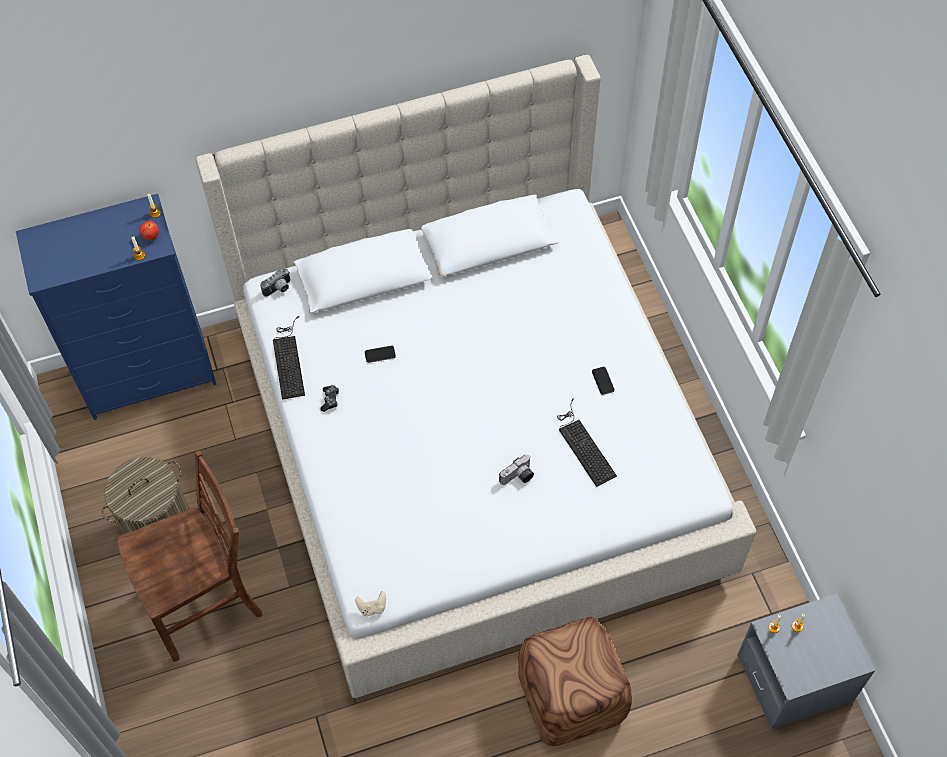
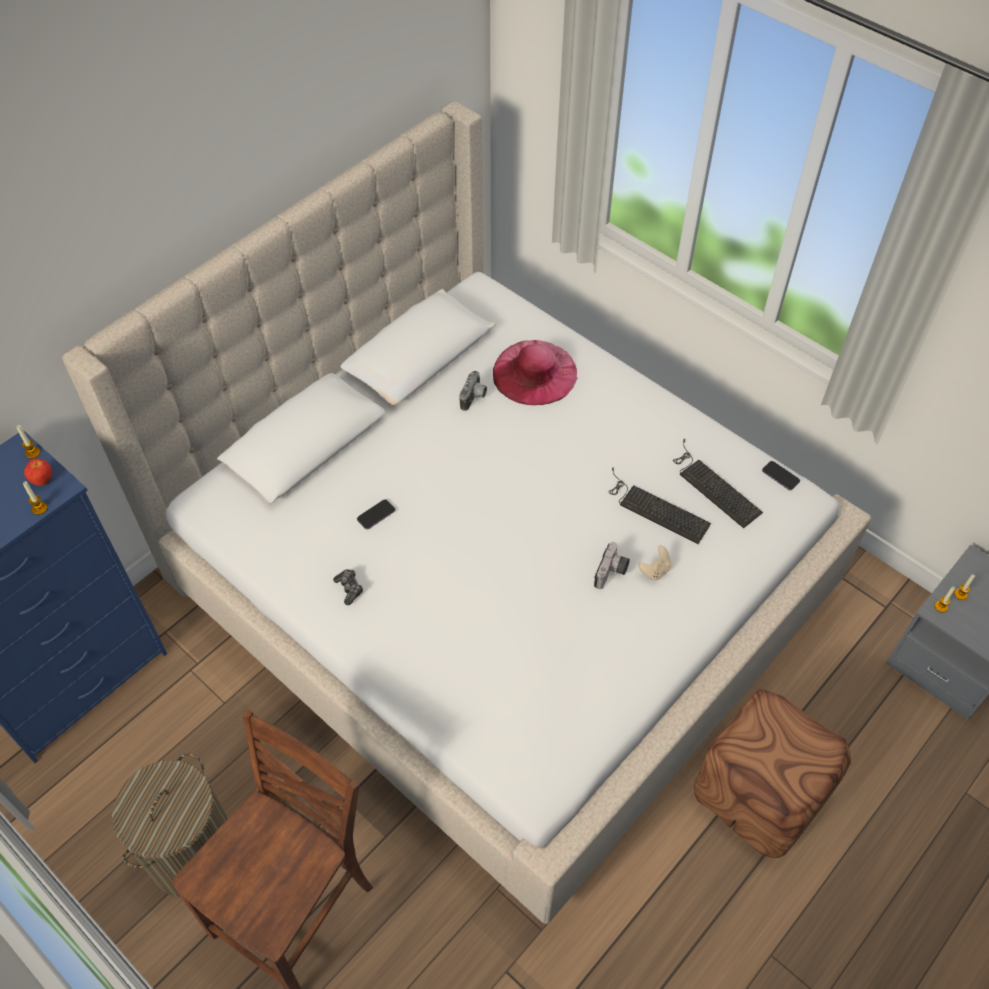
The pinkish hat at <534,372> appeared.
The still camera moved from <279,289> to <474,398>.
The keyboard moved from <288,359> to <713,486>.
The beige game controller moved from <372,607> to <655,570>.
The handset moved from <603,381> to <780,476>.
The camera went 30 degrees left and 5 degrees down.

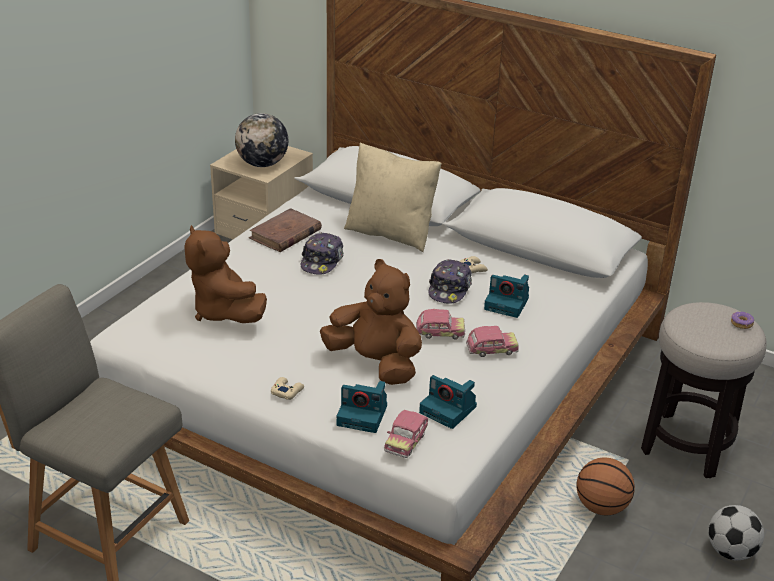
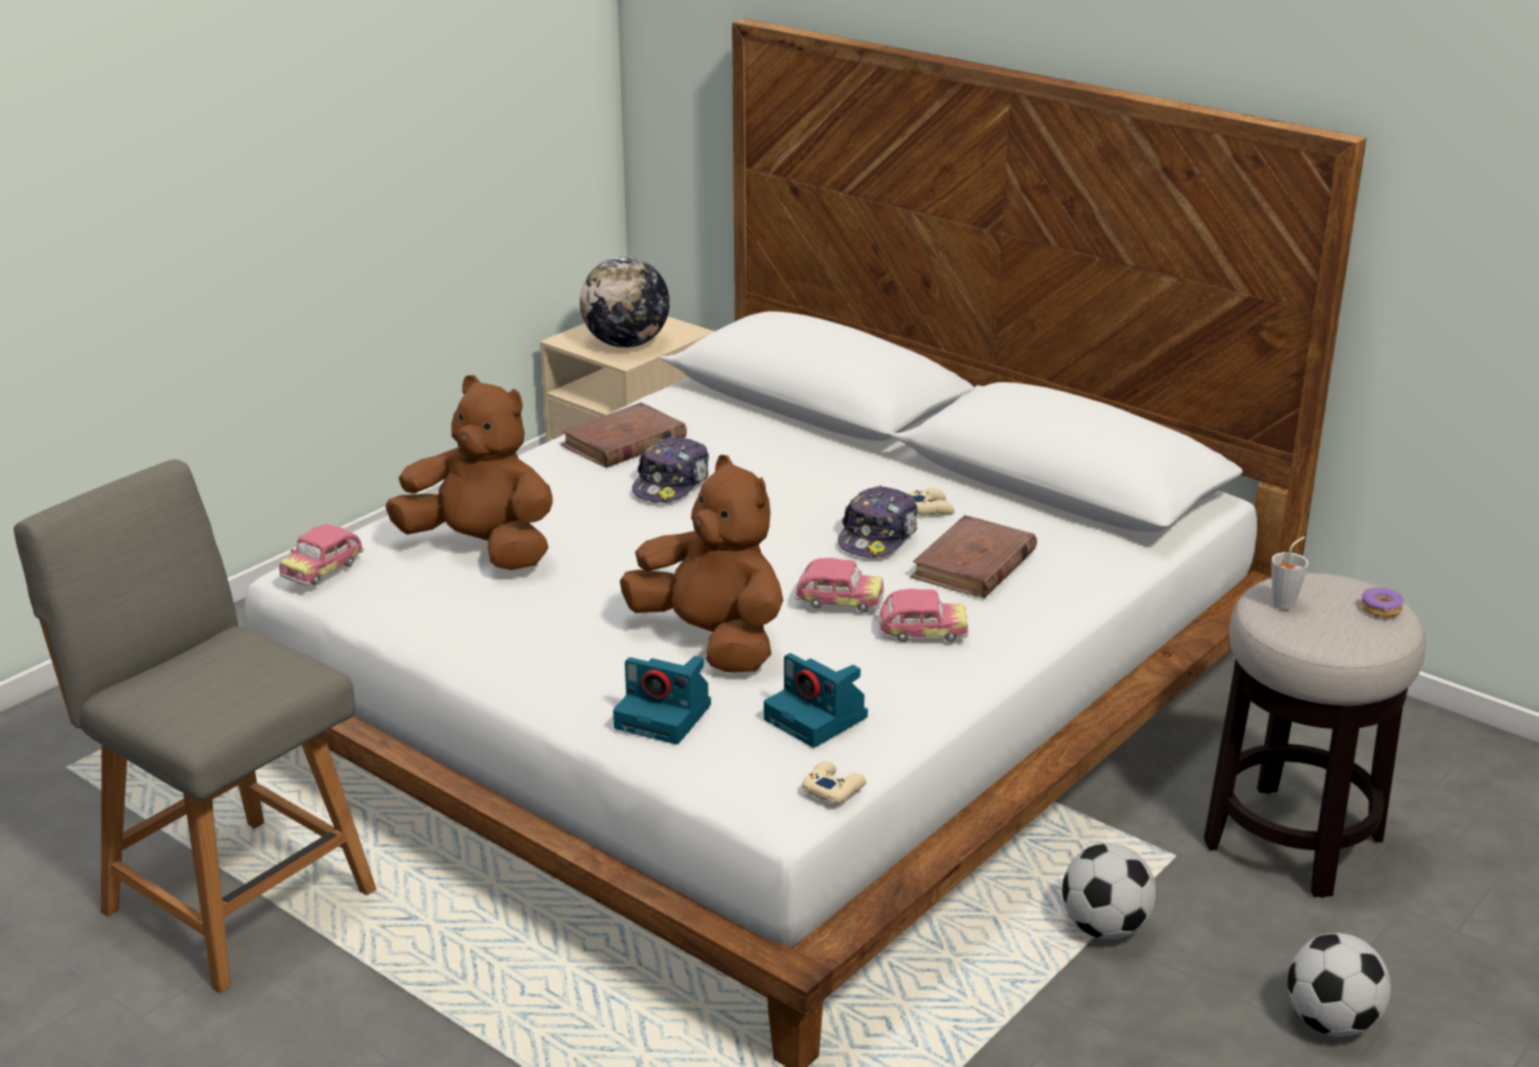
The beige pillow at <391,233> disappeared.
The gray drinking cup at <1286,602> appeared.
The beige game controller moved from <287,391> to <833,789>.
The toy car moved from <406,441> to <323,569>.
The still camera at <507,304> was replaced by the brown-coloured volume at <974,564>.
The ball for basketball at <601,507> was replaced by the ball for football at <1105,928>.
The brown-coloured soft toy at <224,312> turned 135 degrees clockwise.
The camera went 10 degrees right and 5 degrees down.

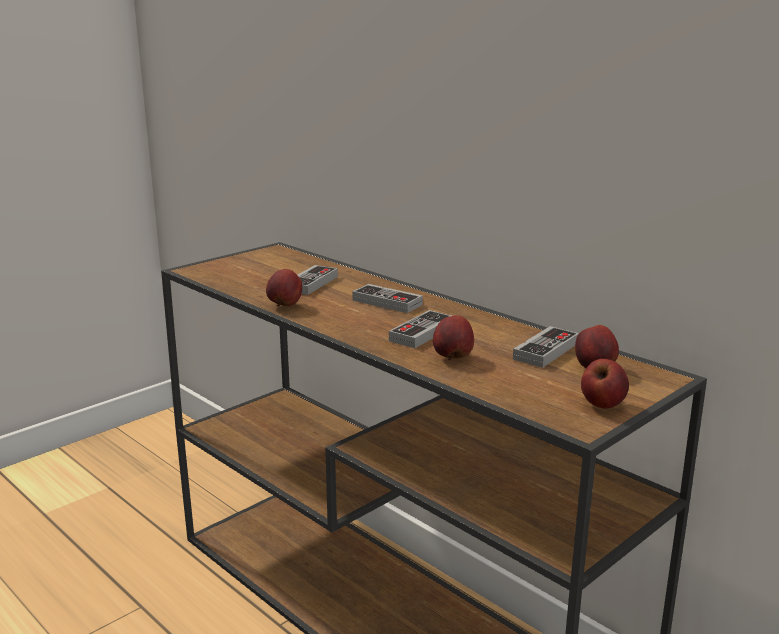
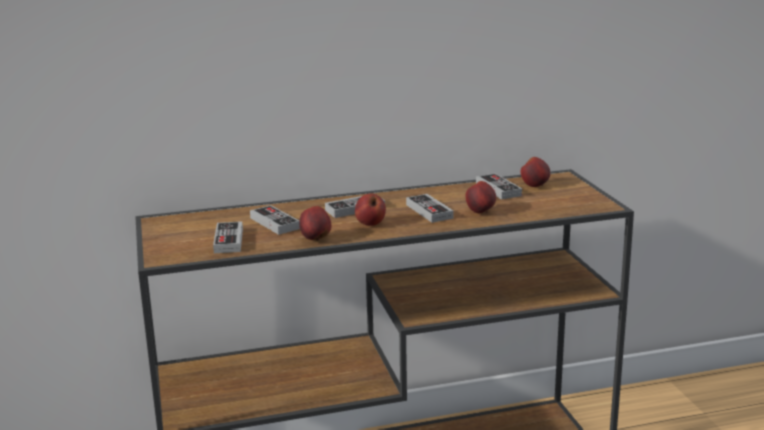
The game controller at <228,241> appeared.
The apple moved from <602,405> to <370,224>.
The camera went 60 degrees left and 0 degrees up.

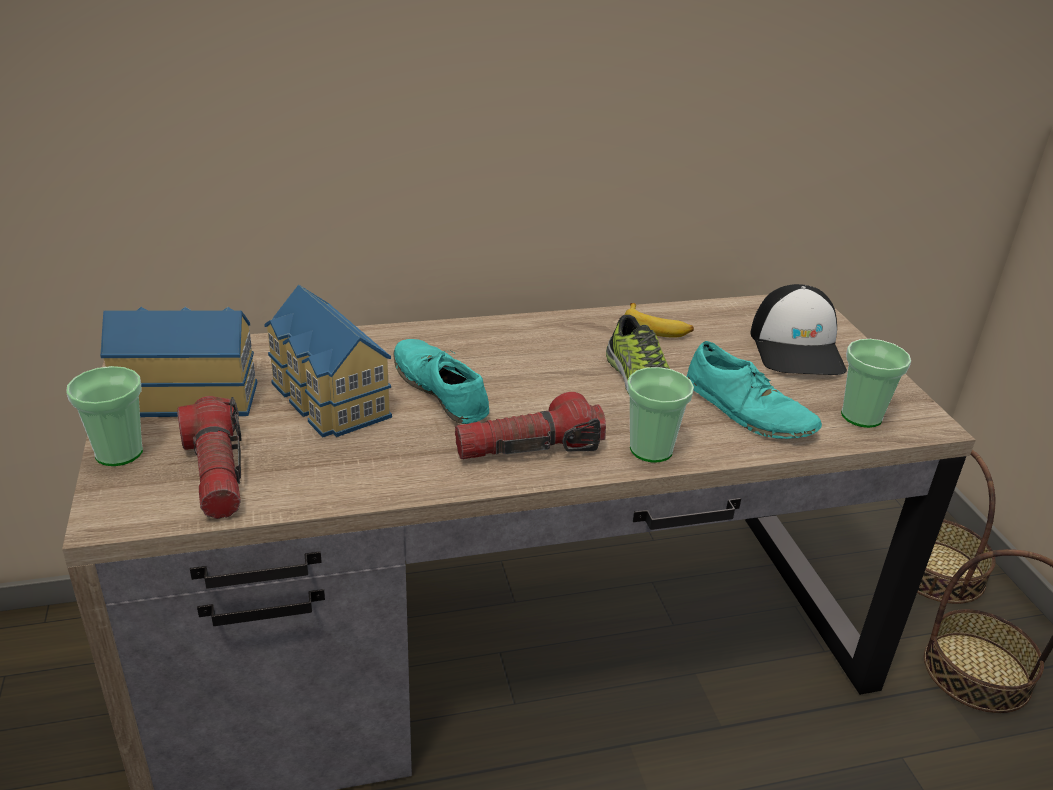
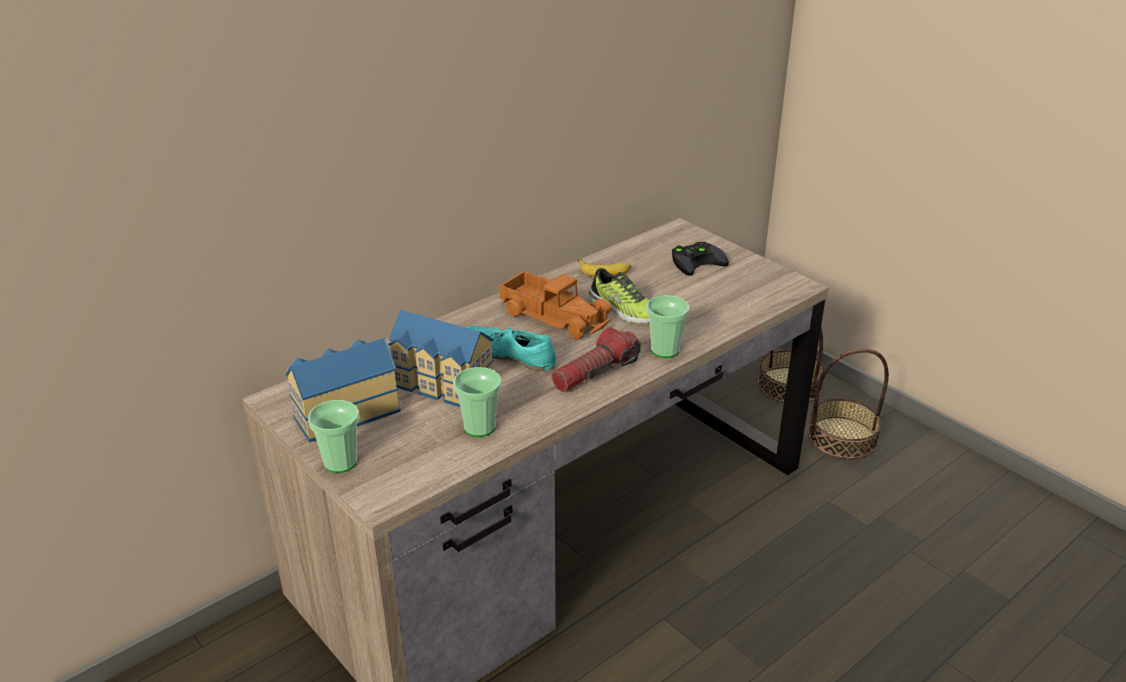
The hand torch at <216,472> disappeared.
The turquoise-coloured item of footwear at <748,410> disappeared.
The model truck at <555,315> appeared.
The drinking cup moved from <861,416> to <479,427>.
The peaked cap at <797,348> was replaced by the black-coloured game controller at <697,261>.
The camera went 25 degrees left and 0 degrees up.

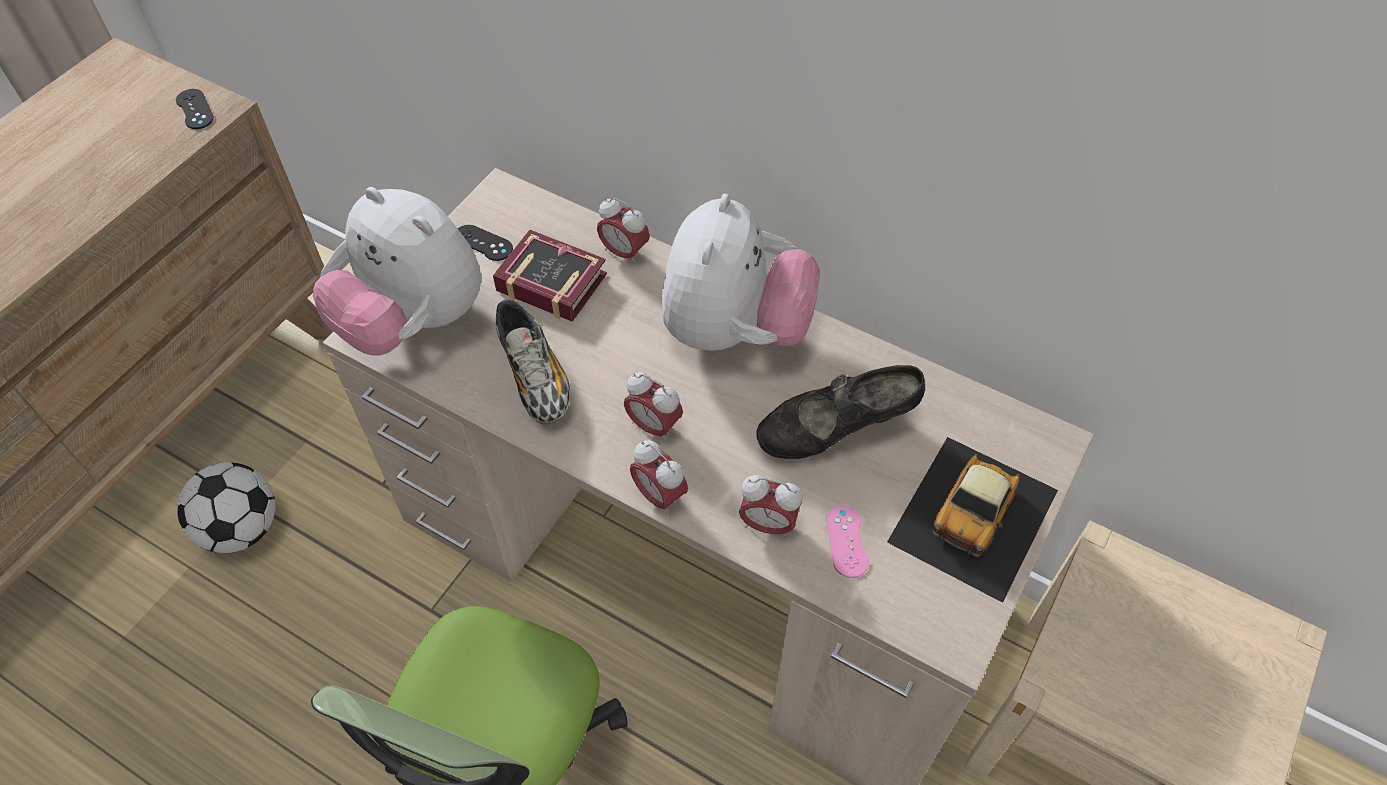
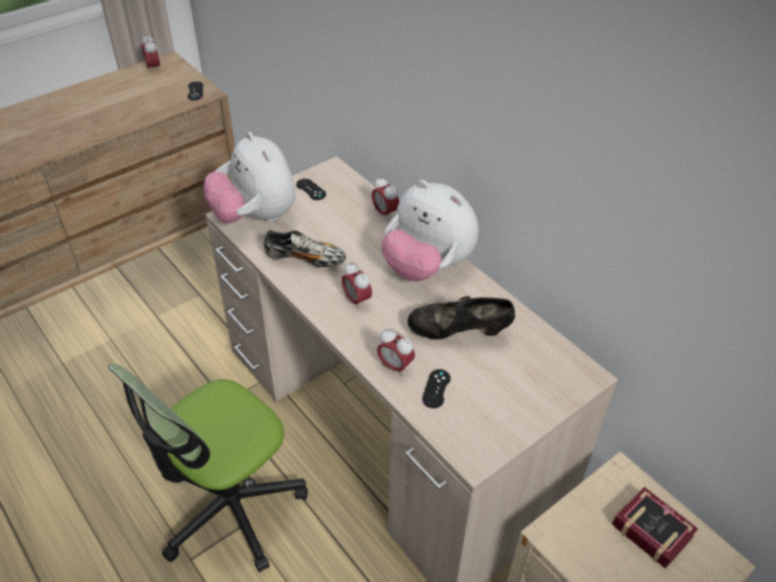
The ball for football at <242,528> disappeared.
The toy car at <974,515> disappeared.
The volume moved from <549,279> to <650,527>.
The alarm clock moved from <659,496> to <153,68>.
The pinkish game controller at <847,541> became the black-coloured game controller at <436,388>.
The item of footwear at <535,376> turned 75 degrees counterclockwise.
The soft toy at <734,330> turned 90 degrees clockwise.
The camera went 20 degrees right and 10 degrees down.

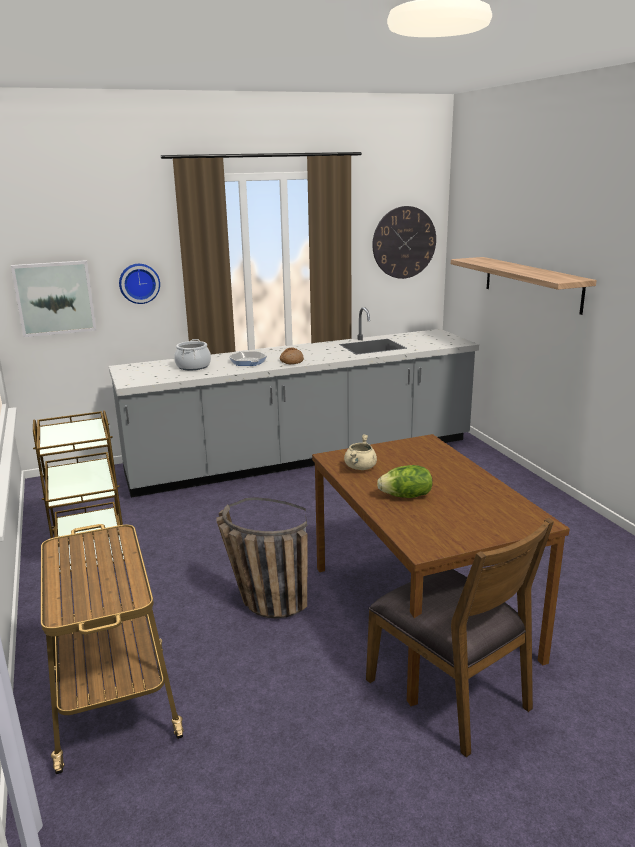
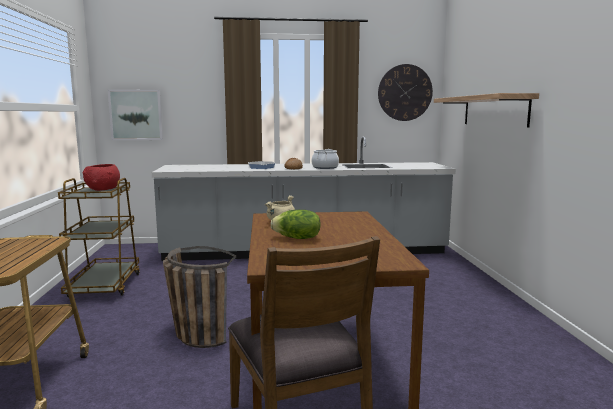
The hanging clock at <139,283> disappeared.
The red-coloured serving bowl at <103,190> appeared.
The cooking pot moved from <193,366> to <325,167>.
The camera went 15 degrees right and 10 degrees down.

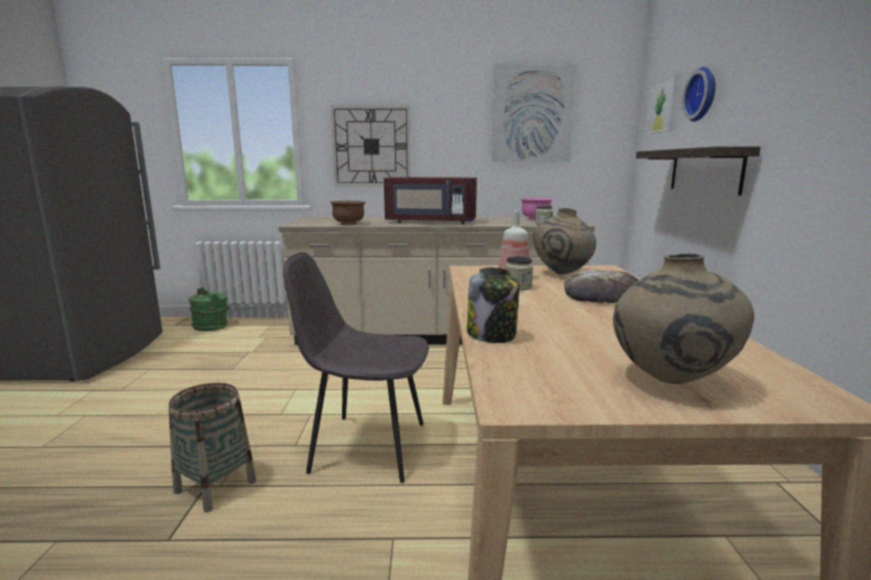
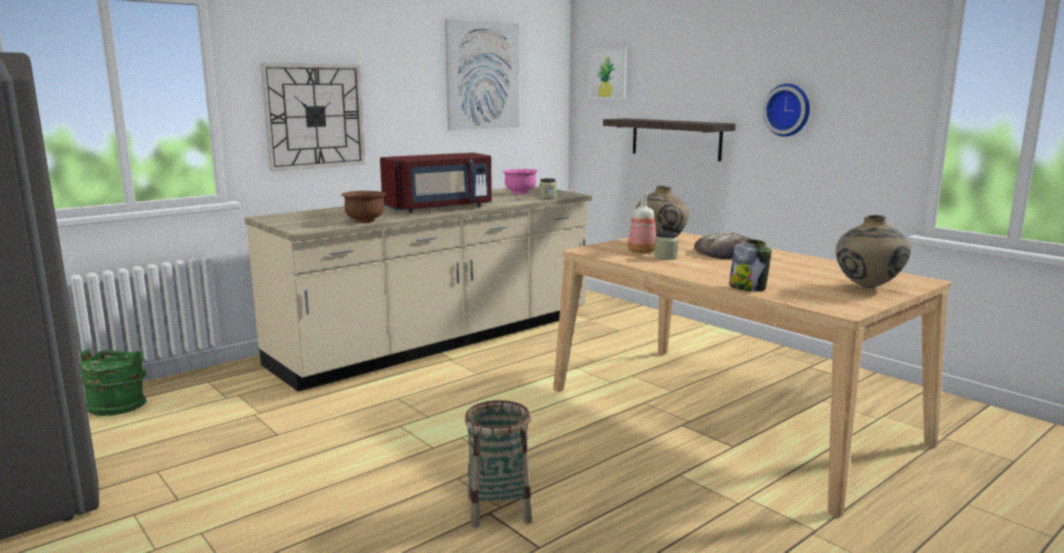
The gray plain chair at <365,446> disappeared.
The hanging clock moved from <703,94> to <788,110>.
The camera went 40 degrees left and 0 degrees up.

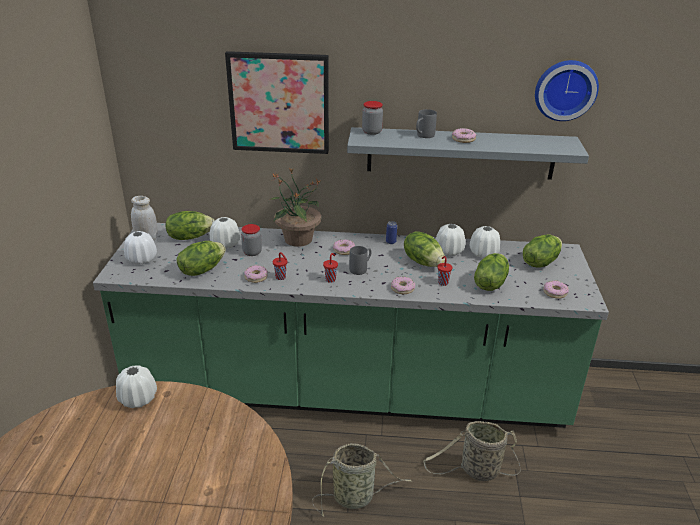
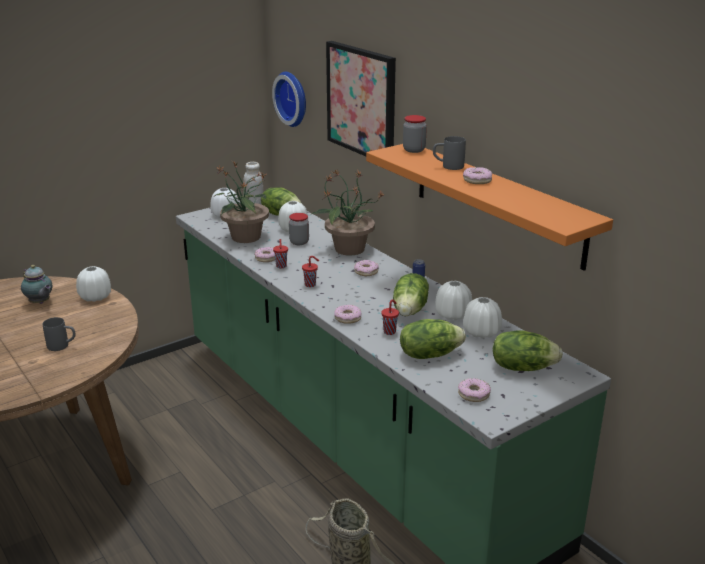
The basket at <356,497> disappeared.
The tea pot at <40,303> appeared.
The gray mug moved from <361,268> to <62,346>.
The hanging clock moved from <565,89> to <293,98>.
The head of lettuce at <202,270> was replaced by the plant in a pot at <245,237>.
The gray shelf at <460,153> became the orange shelf at <497,203>.
The camera went 50 degrees right and 5 degrees down.

